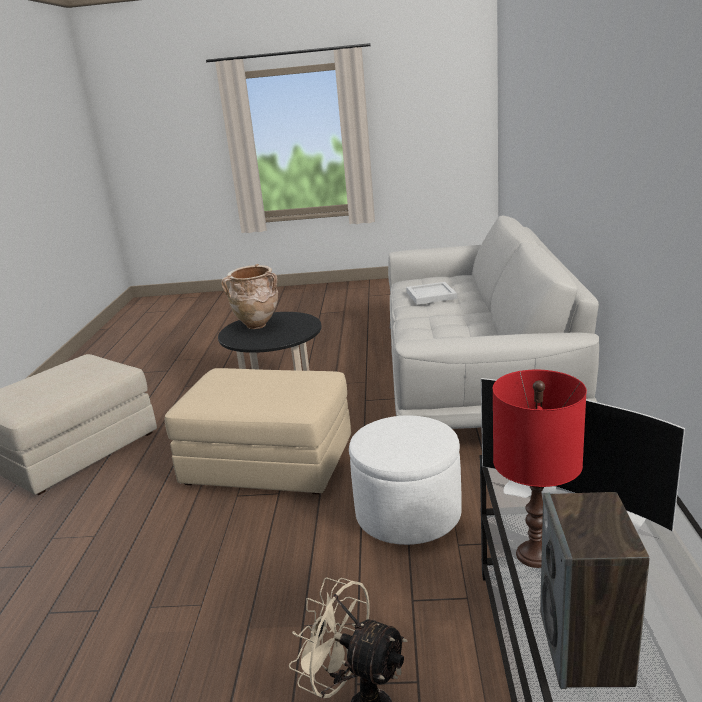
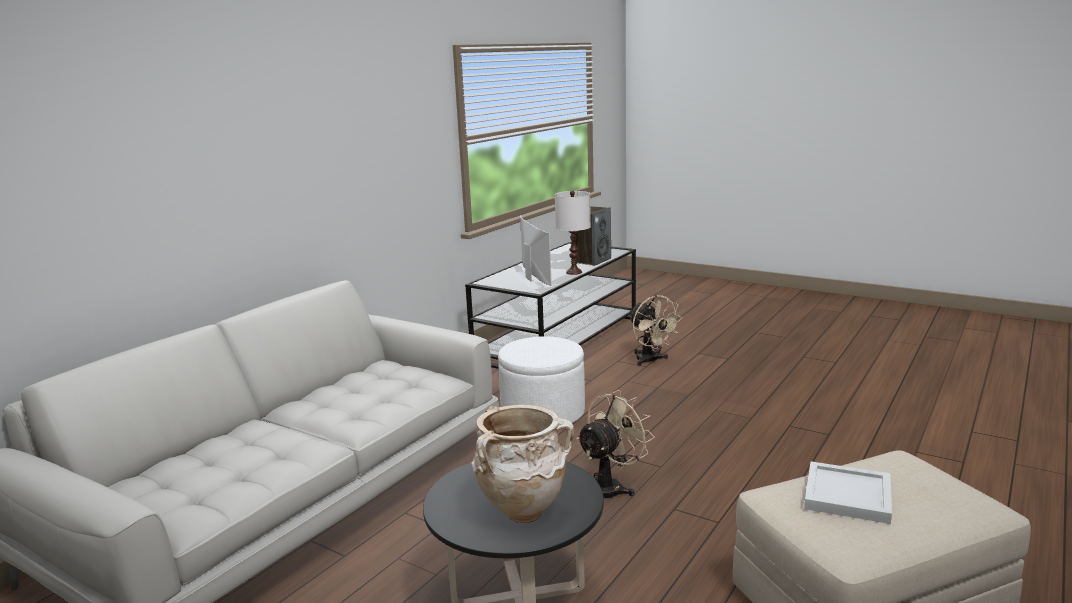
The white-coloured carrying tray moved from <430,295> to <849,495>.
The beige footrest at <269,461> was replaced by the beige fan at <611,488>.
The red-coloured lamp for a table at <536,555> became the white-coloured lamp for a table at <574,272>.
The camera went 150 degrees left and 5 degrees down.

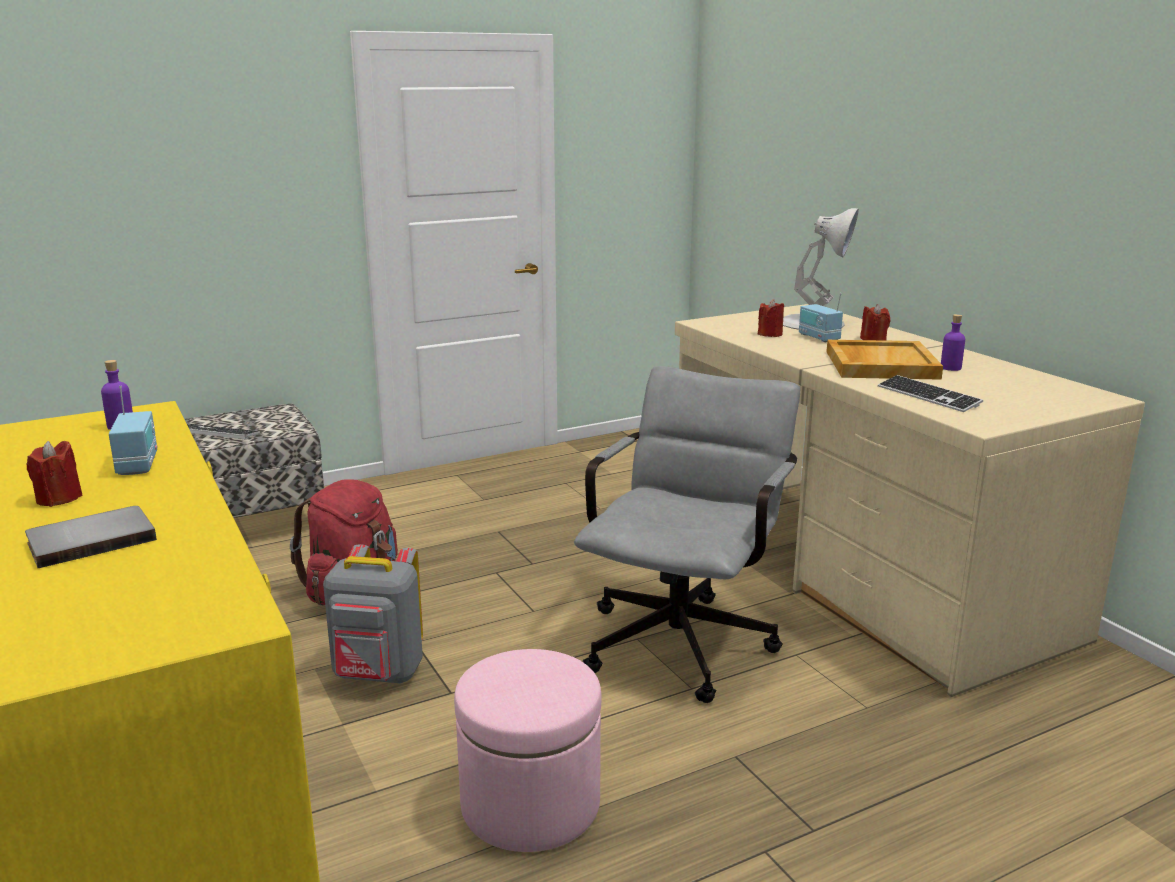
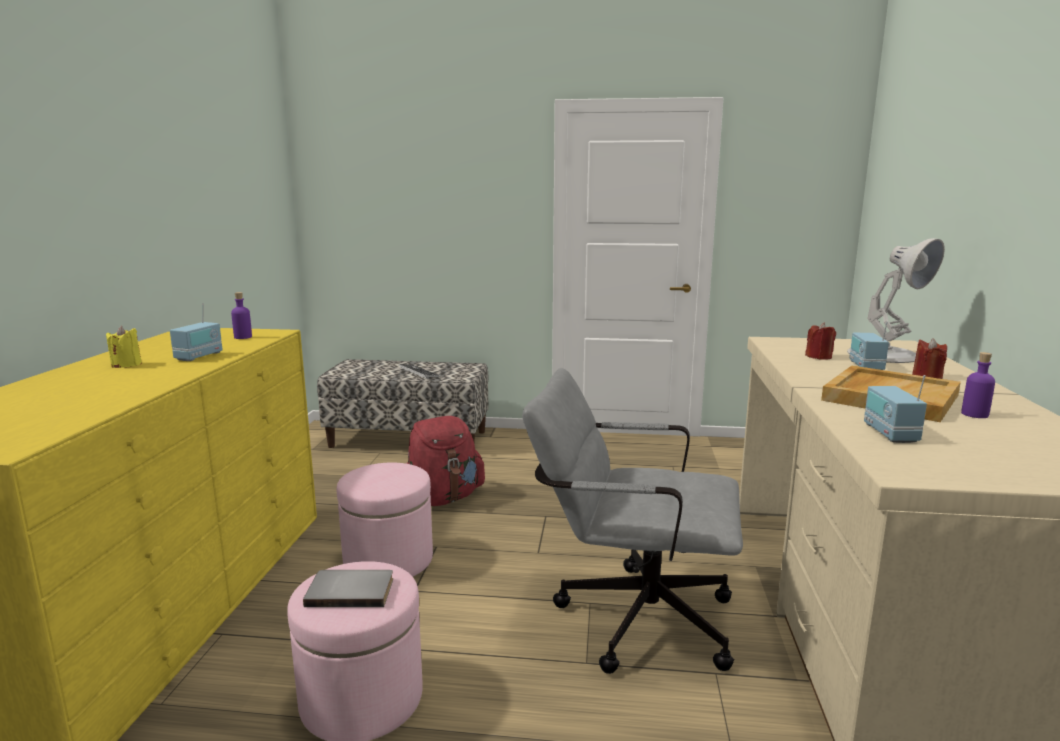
The gray volume moved from <91,539> to <351,590>.
The gray rucksack at <378,675> was replaced by the pinkish footrest at <388,560>.
The keyboard at <928,396> was replaced by the radio at <889,433>.
The red-coloured candle at <59,498> became the yellow candle at <126,365>.
The gray desk chair at <684,637> turned 135 degrees counterclockwise.
The camera went 35 degrees right and 5 degrees down.

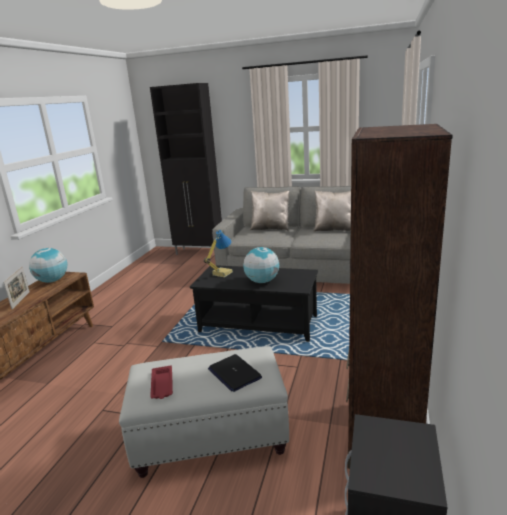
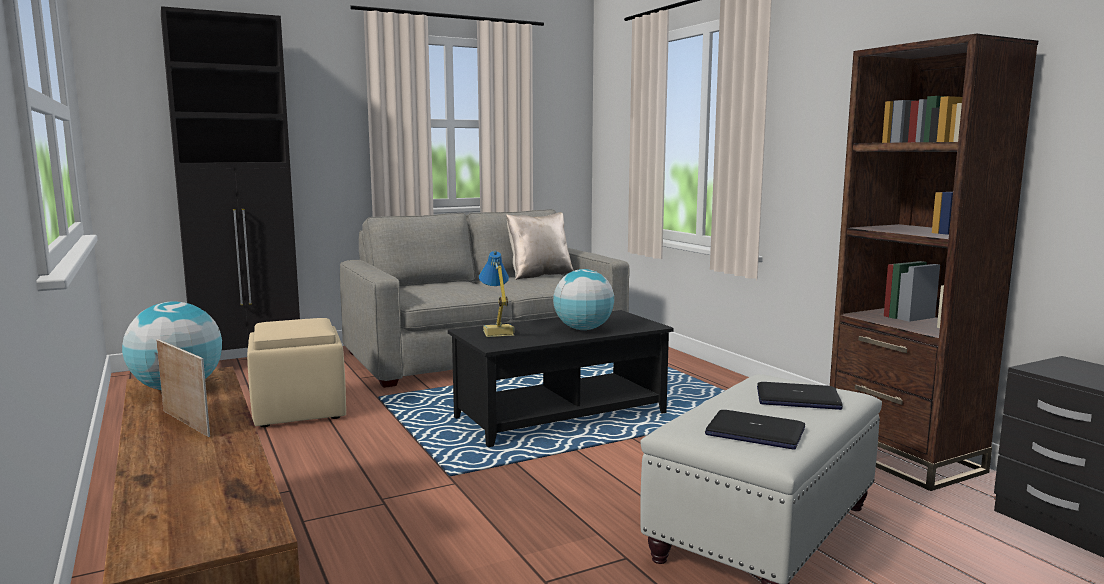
The beige pillow at <270,228> disappeared.
The beige footrest at <298,410> appeared.
The red-coloured carrying tray at <162,385> was replaced by the portable computer at <754,432>.
The camera went 45 degrees left and 10 degrees down.

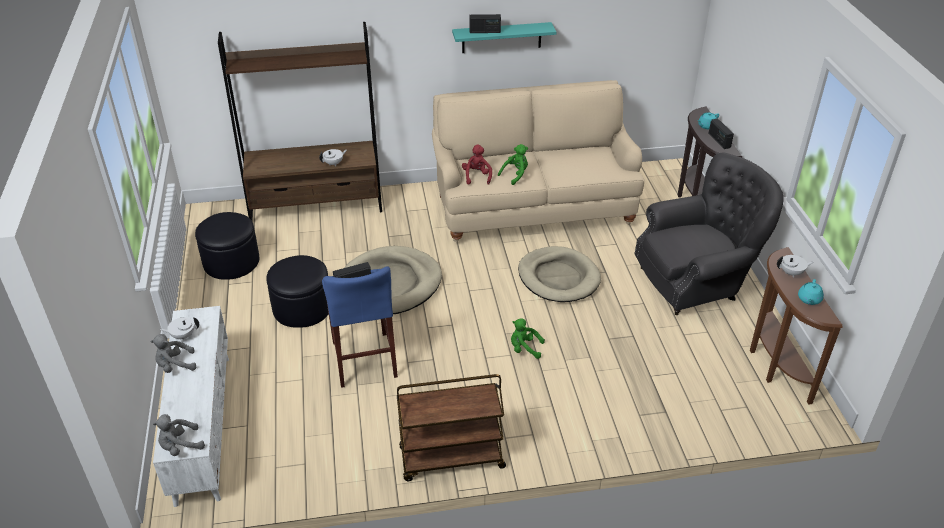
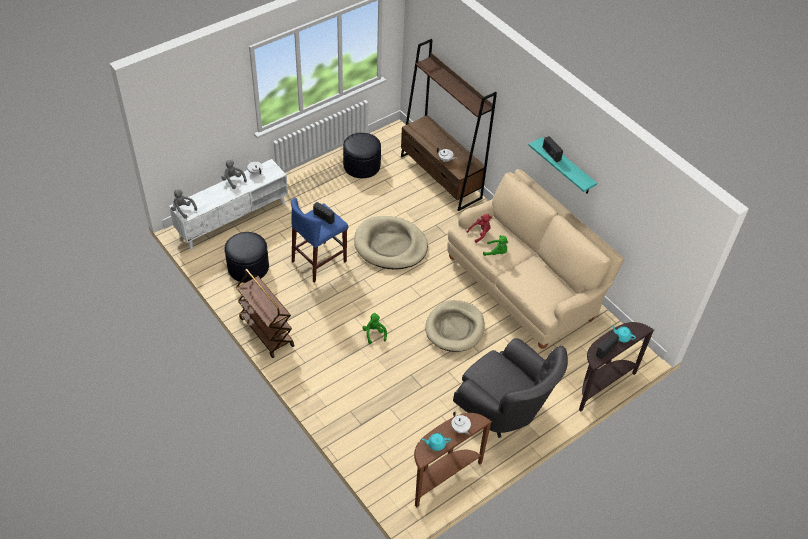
The black-coloured footrest moved from <302,308> to <248,267>.
The camera went 60 degrees right and 10 degrees up.

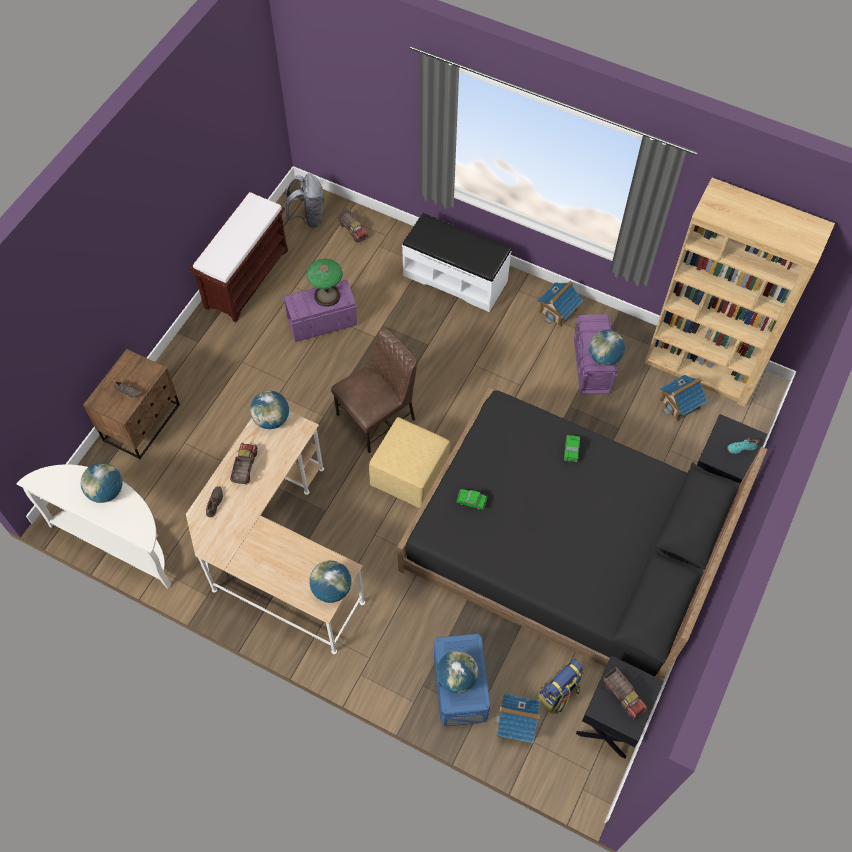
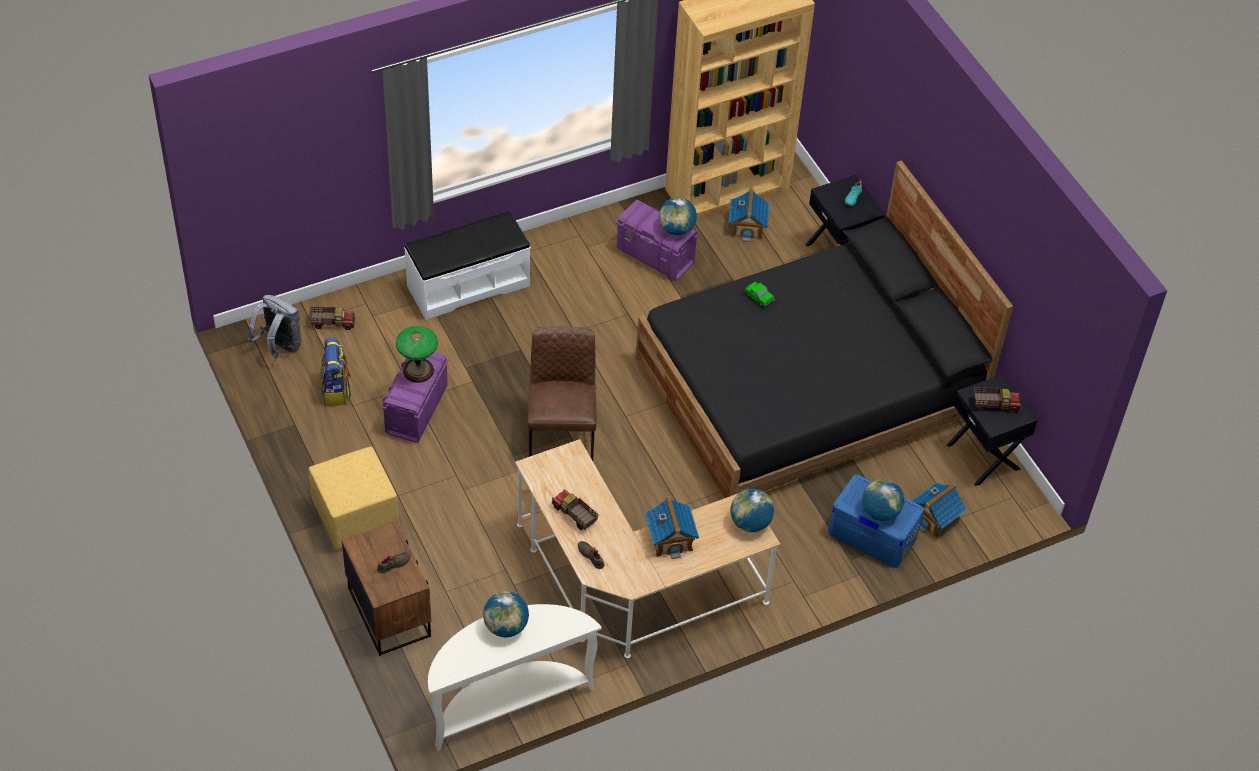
The brown-coloured long seat at <247,278> disappeared.
The globe at <271,419> disappeared.
The toy car at <471,501> disappeared.
The yellow footrest moved from <410,476> to <357,515>.
The model house moved from <558,311> to <670,538>.
The rucksack moved from <558,694> to <336,390>.
The camera went 55 degrees left and 10 degrees down.

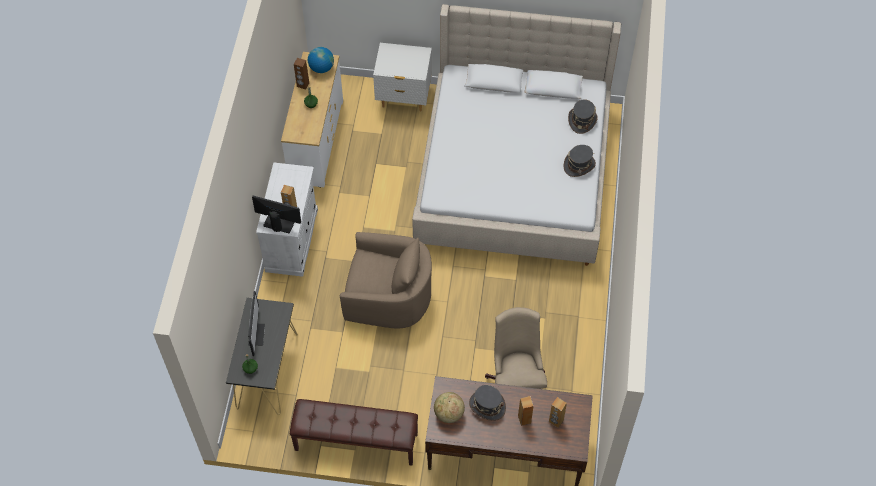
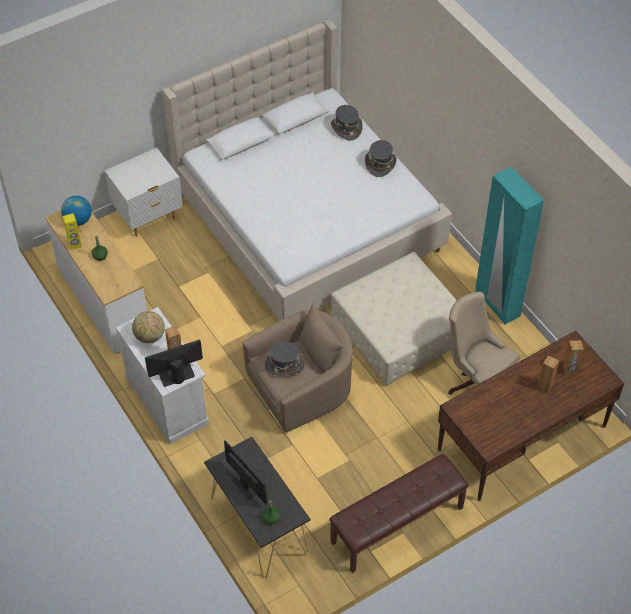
The beige footrest at <399,329> appeared.
The turquoise-coloured clothes cupboard at <497,304> appeared.
The globe moved from <448,413> to <149,336>.
The gray hat moved from <487,406> to <284,365>.
The brown-coloured loudspeaker at <303,85> became the yellow loudspeaker at <75,245>.
The camera went 40 degrees left and 5 degrees down.

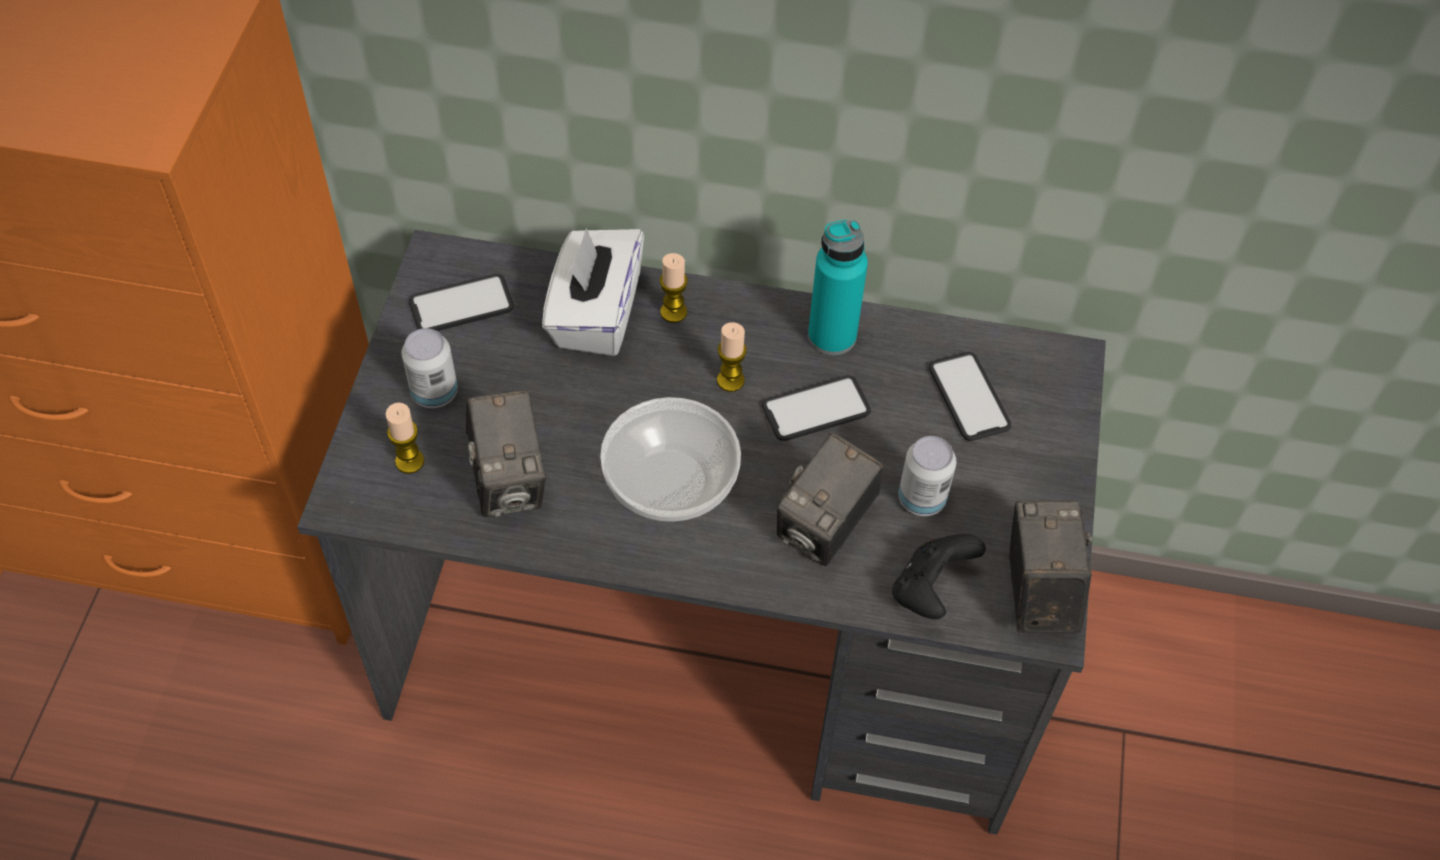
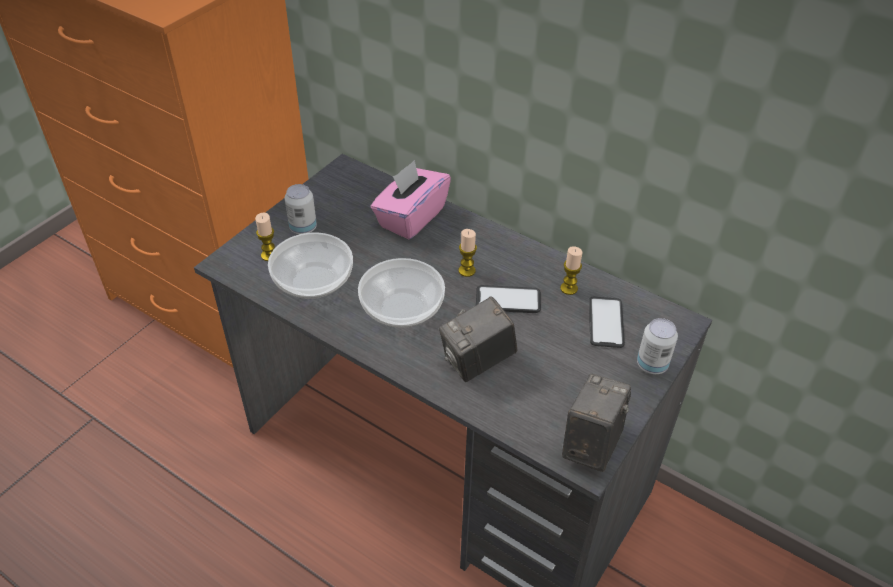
The handset at <461,305> disappeared.
The turquoise-coloured drink bottle at <832,336> disappeared.
The black-coloured game controller at <930,590> disappeared.
The candle moved from <673,312> to <569,288>.
The metal can moved from <921,499> to <652,364>.
The still camera at <509,482> was replaced by the serving bowl at <314,281>.
The white-coloured tissue box at <595,315> became the pinkish tissue box at <411,217>.
The camera went 25 degrees right and 10 degrees down.

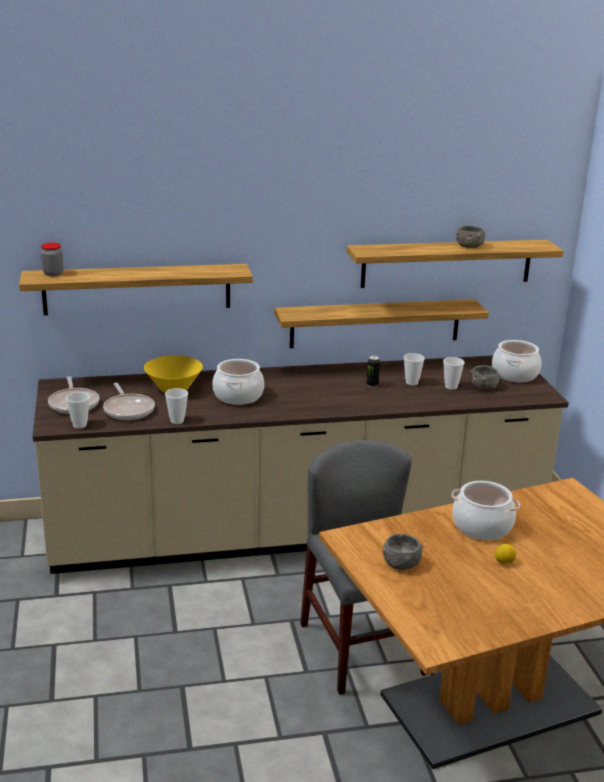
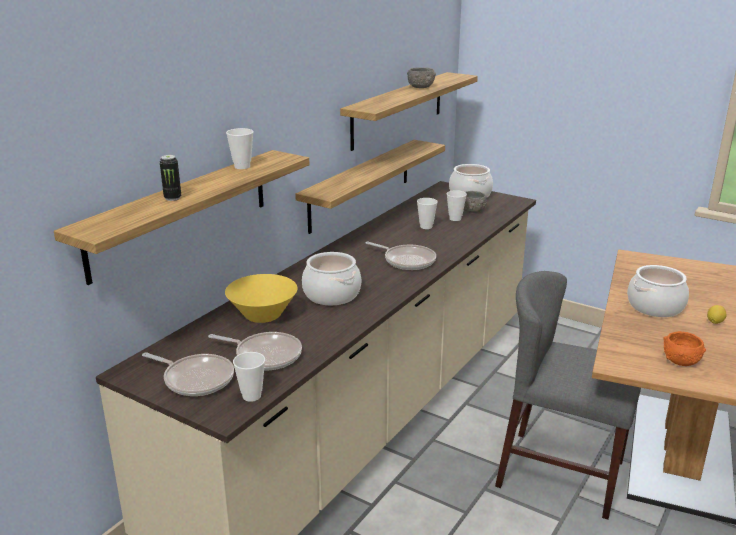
The storage jar at <53,273> disappeared.
The pan at <407,260> appeared.
The drinking cup moved from <177,420> to <242,166>.
The metal can moved from <372,385> to <172,198>.
The gray serving bowl at <401,563> became the orange serving bowl at <681,360>.
The camera went 45 degrees left and 0 degrees up.

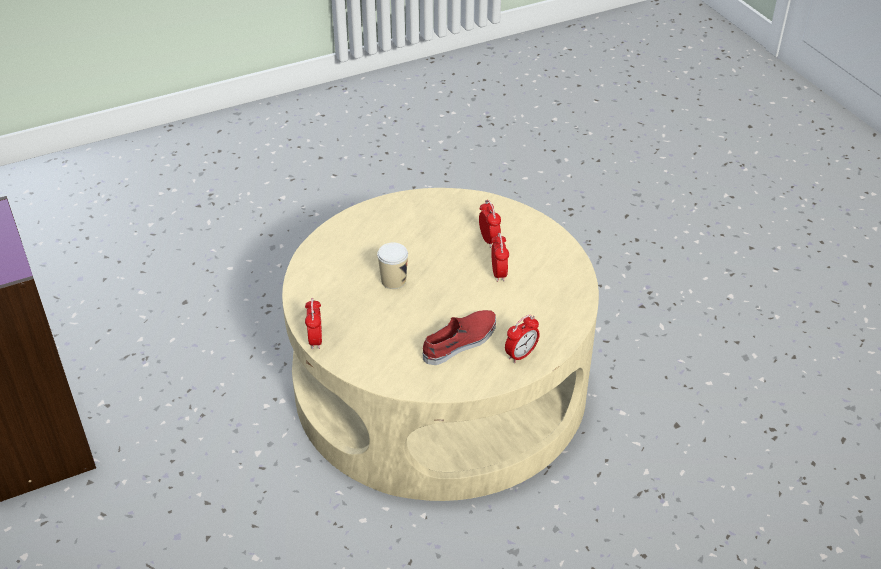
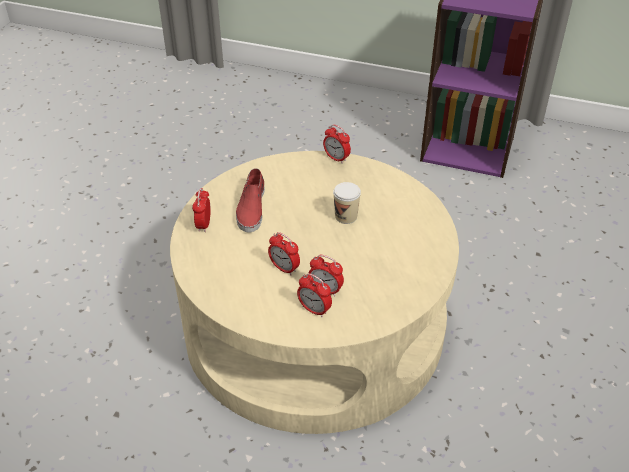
The alarm clock at <314,310> appeared.
The camera went 135 degrees right and 0 degrees up.

